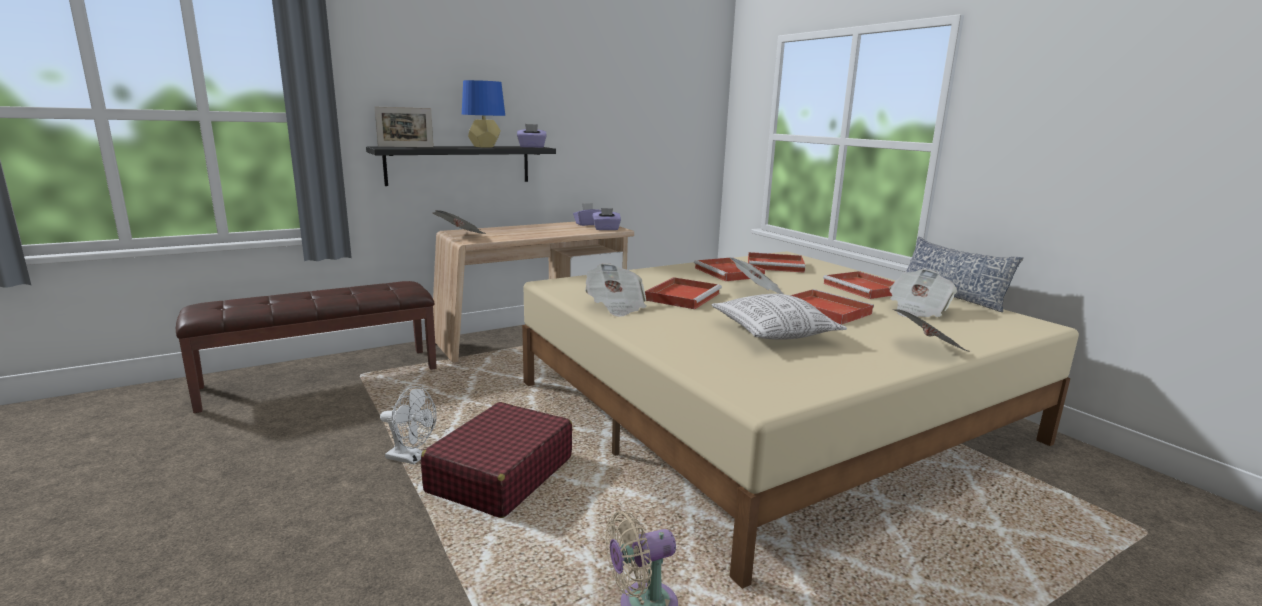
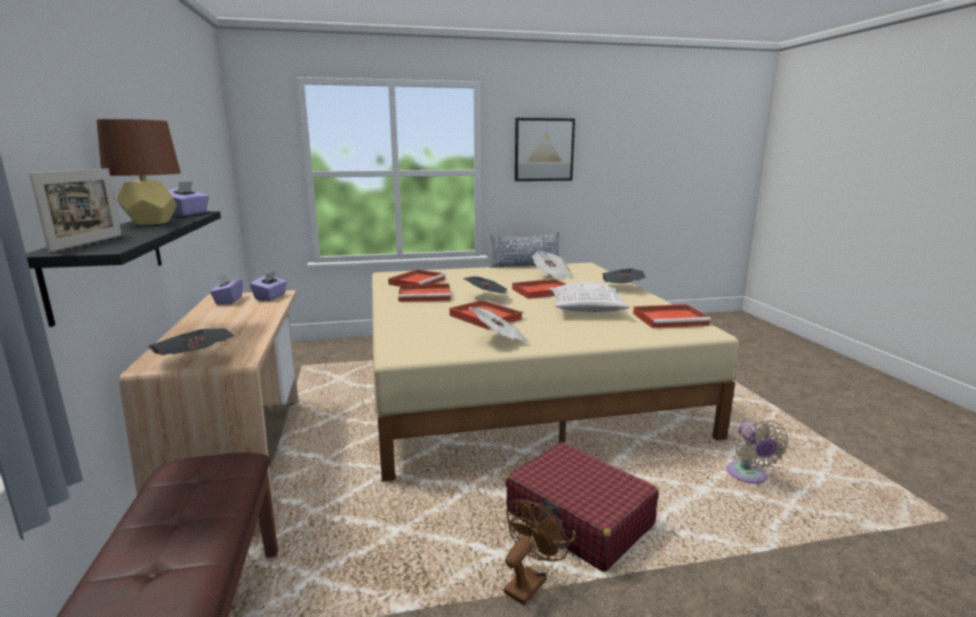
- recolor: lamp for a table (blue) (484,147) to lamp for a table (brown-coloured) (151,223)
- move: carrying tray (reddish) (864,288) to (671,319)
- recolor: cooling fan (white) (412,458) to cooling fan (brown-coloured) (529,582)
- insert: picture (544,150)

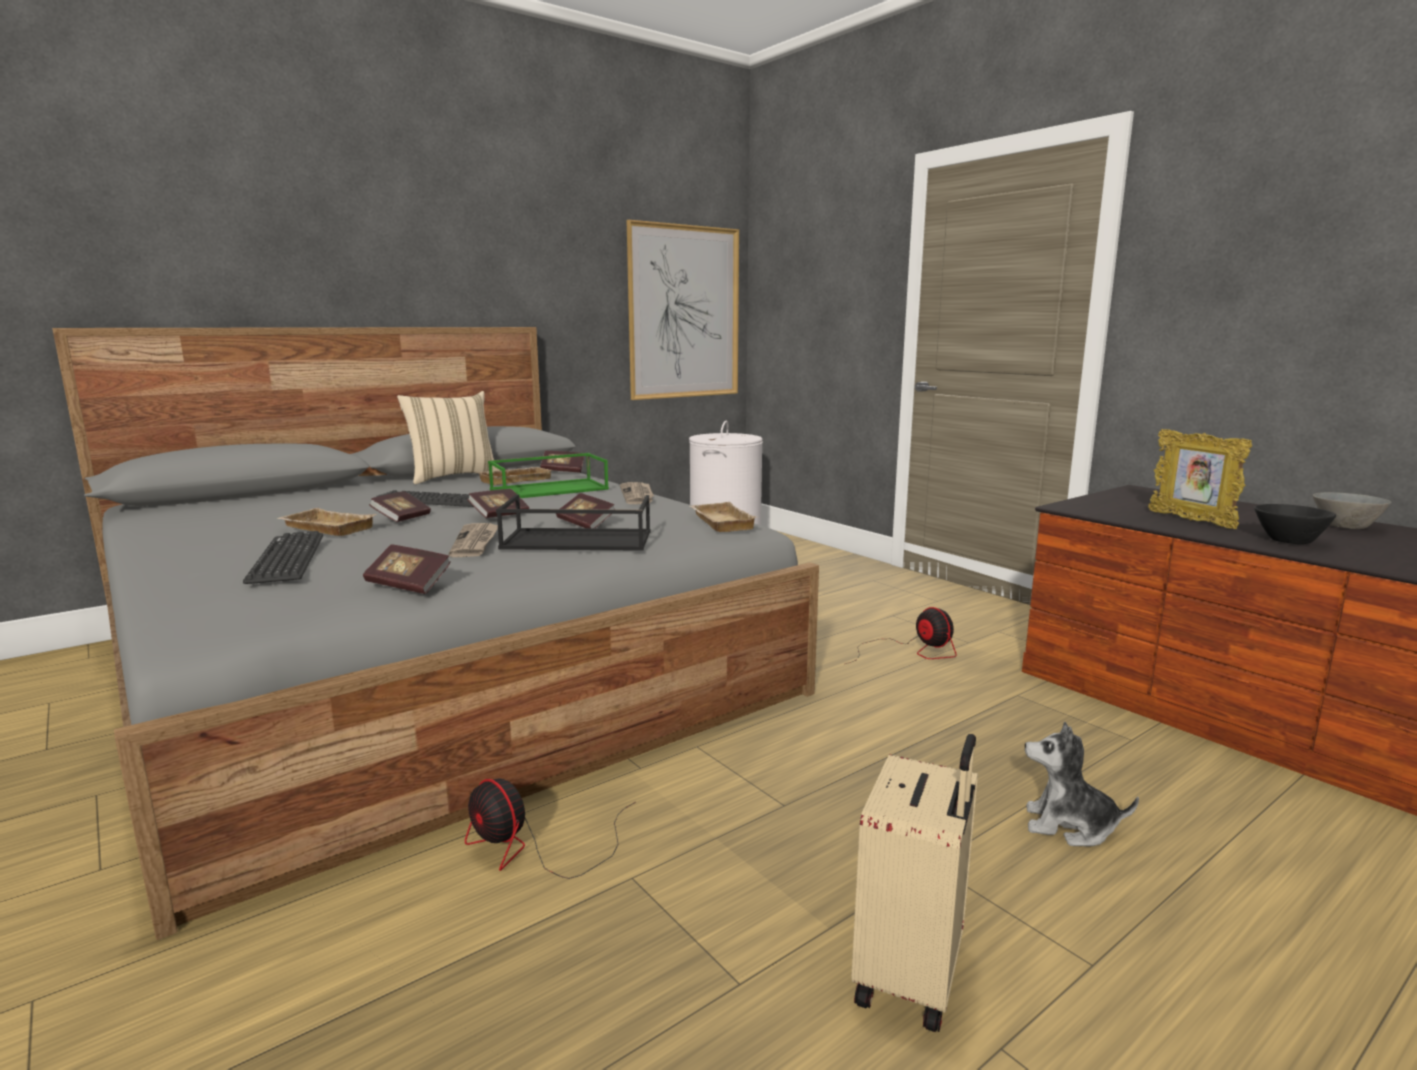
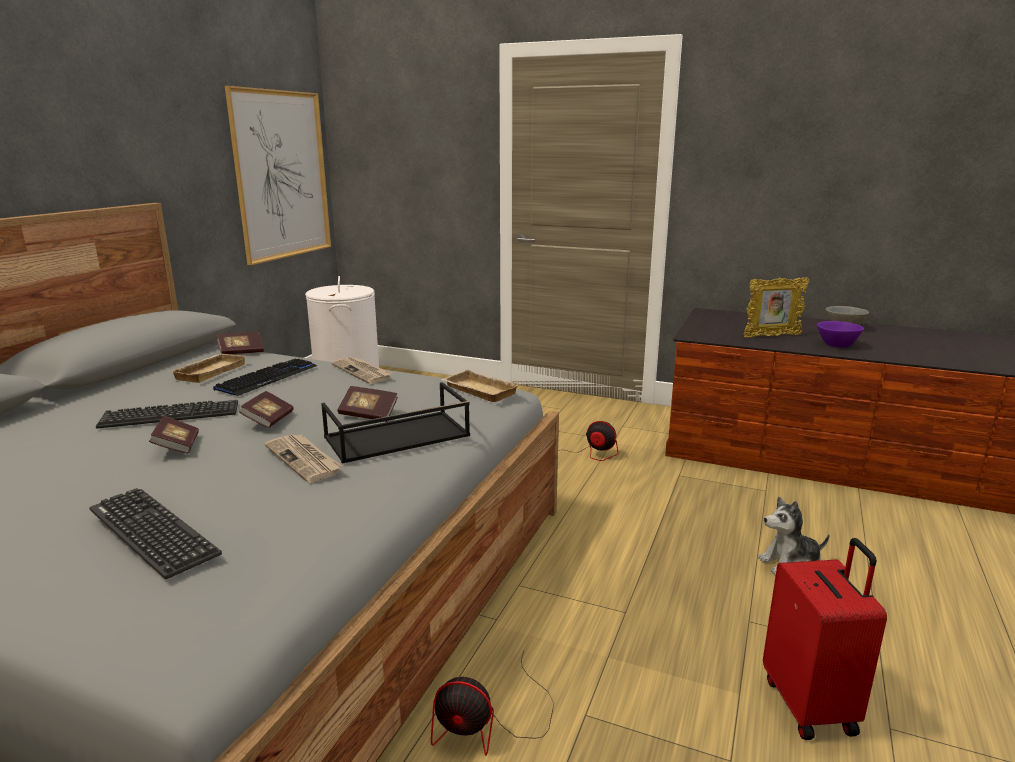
- delete: cushion (beige-coloured) (453,477)
- rotate: standing frame (1191,520) = (771,336) 45 degrees counterclockwise
- replace: carrying tray (greenish) (550,489) to PC keyboard (267,378)
- recolor: serving bowl (blackish) (1290,540) to serving bowl (purplish) (837,344)
- delete: carrying tray (beige-coloured) (325,528)
- delete: bound book (408,584)
- recolor: piece of luggage (beige-coloured) (912,976) to piece of luggage (reddish) (811,705)

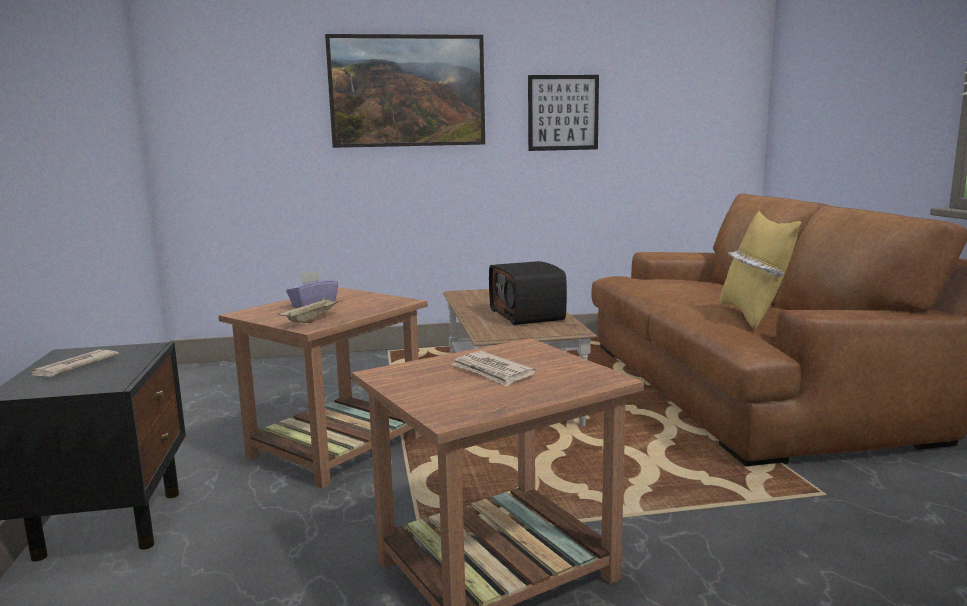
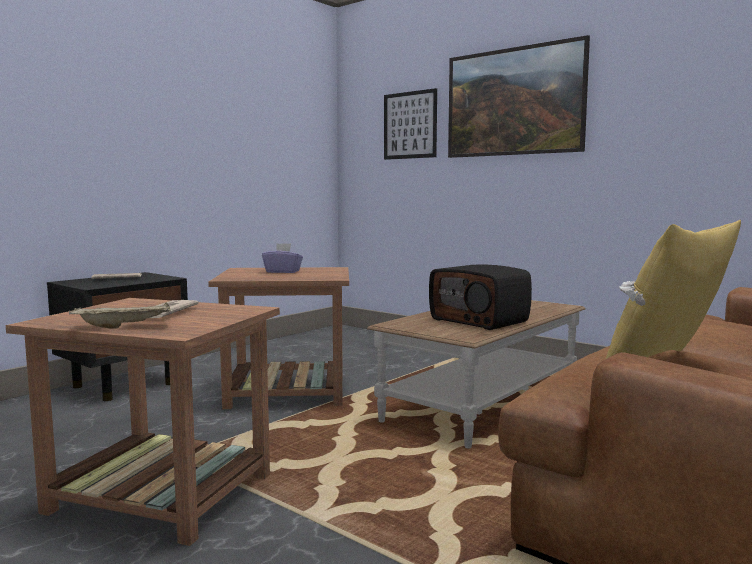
- move: picture (563,113) to (410,125)
- rotate: radio set (528,315) = (480,320) 75 degrees counterclockwise
- move: carrying tray (beige-coloured) (312,320) to (124,326)

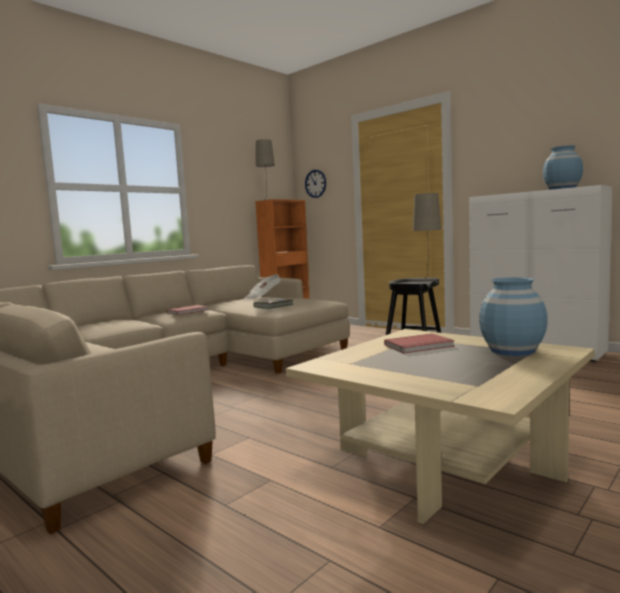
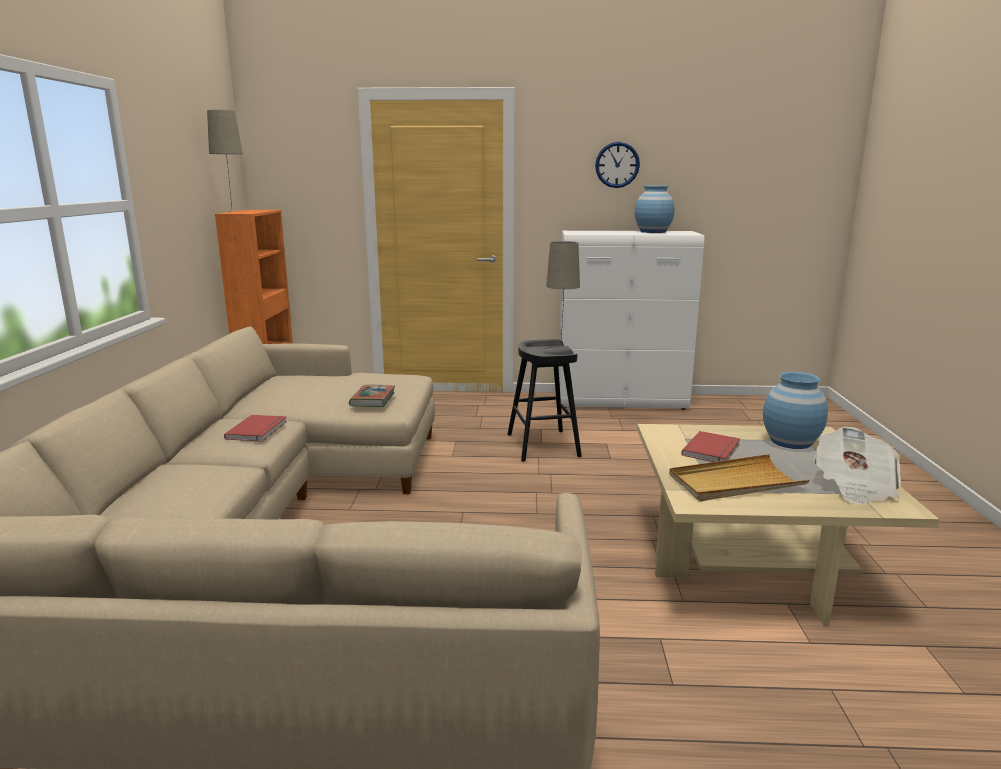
- move: hanging clock (315,183) to (617,165)
- move: newspaper (263,297) to (854,486)
- insert: carrying tray (beige-coloured) (735,483)

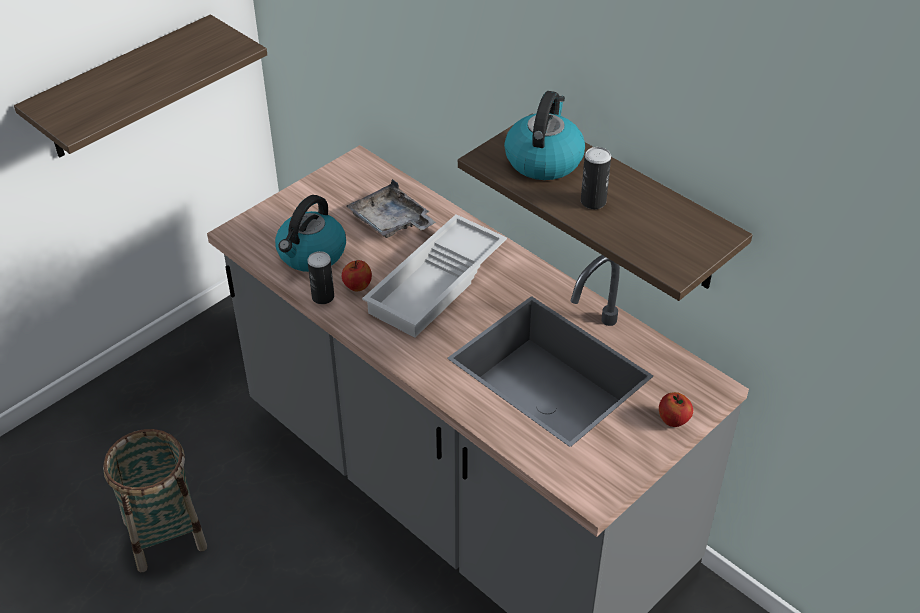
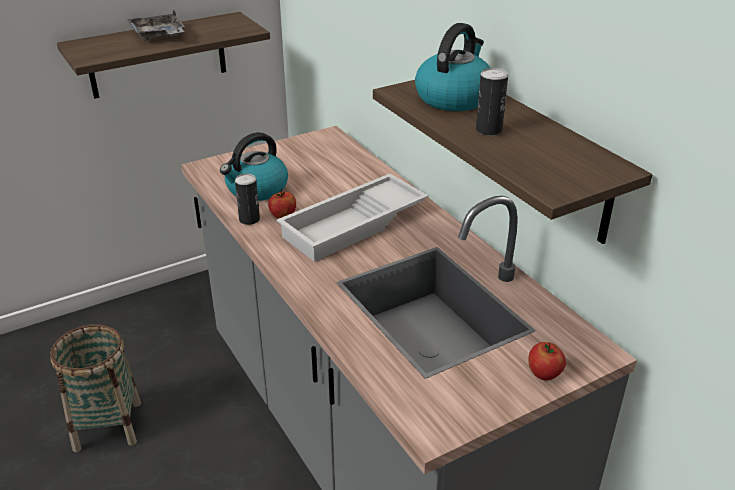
- move: carrying tray (grey) (391,222) to (159,36)

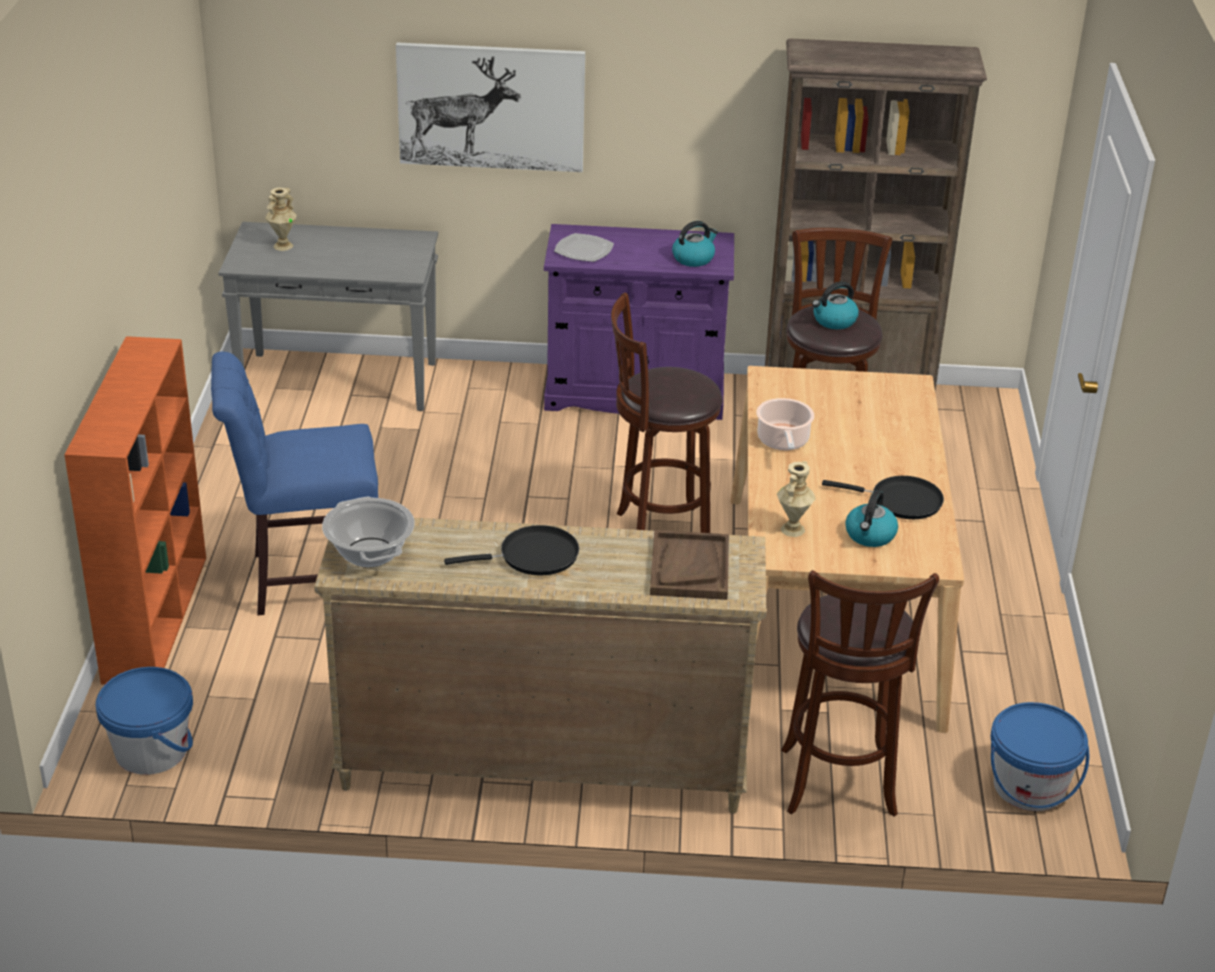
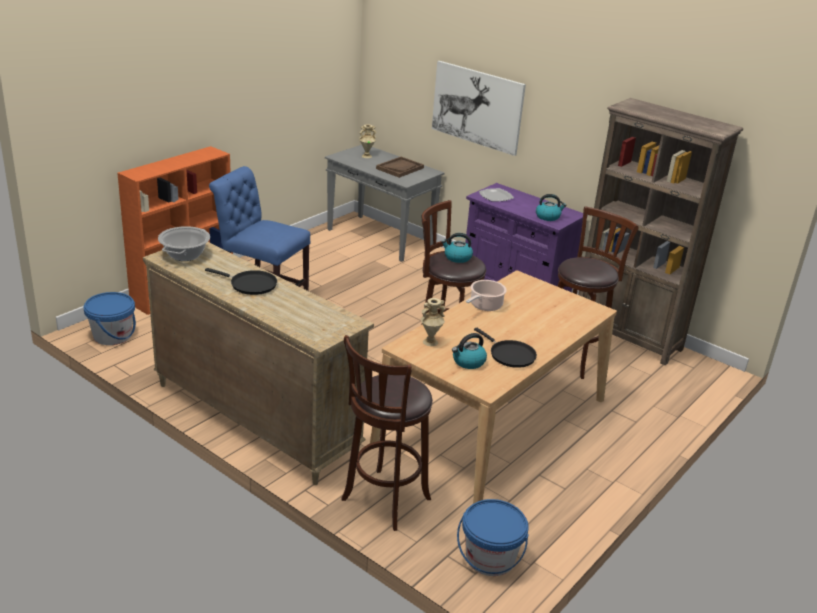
- move: tea kettle (834,321) to (457,257)
- move: carrying tray (brown-coloured) (689,567) to (400,168)

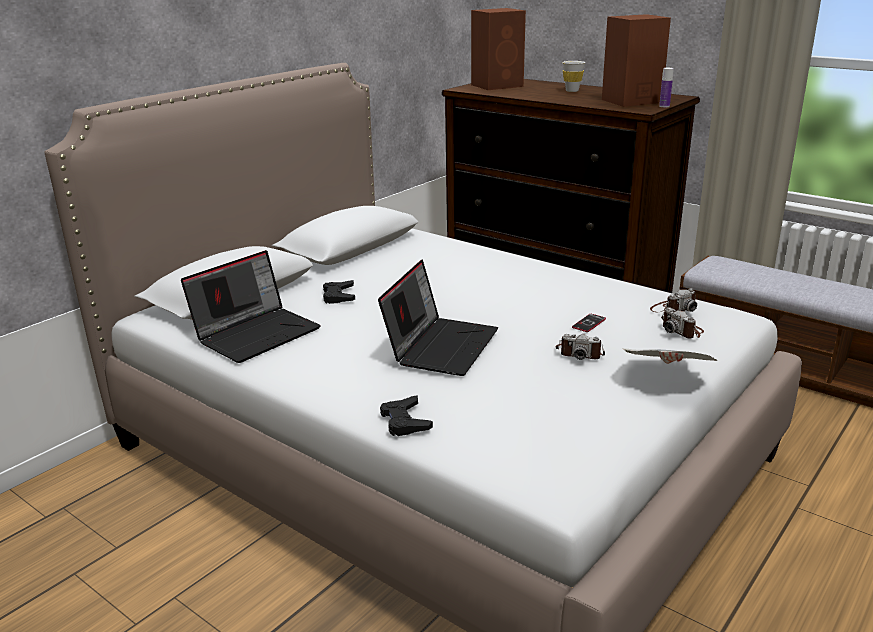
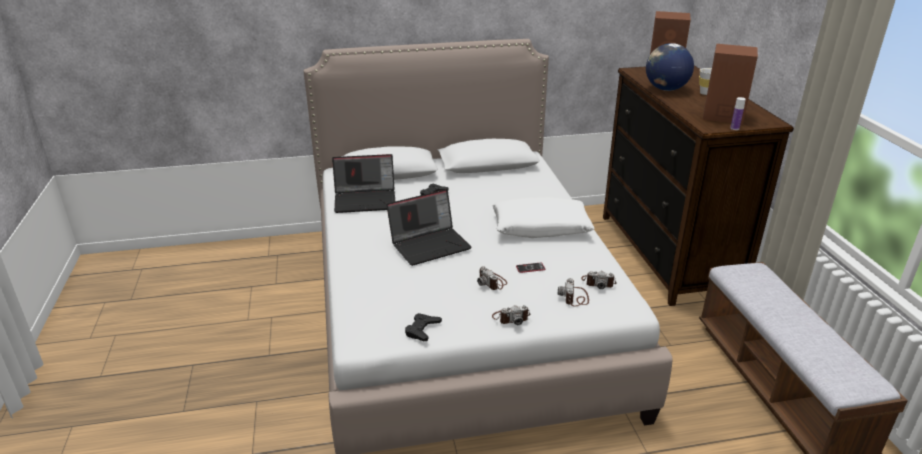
- replace: newspaper (666,377) to still camera (511,318)
- move: gamepad (blackish) (405,421) to (422,330)
- insert: world globe (665,89)
- insert: cushion (white) (541,227)

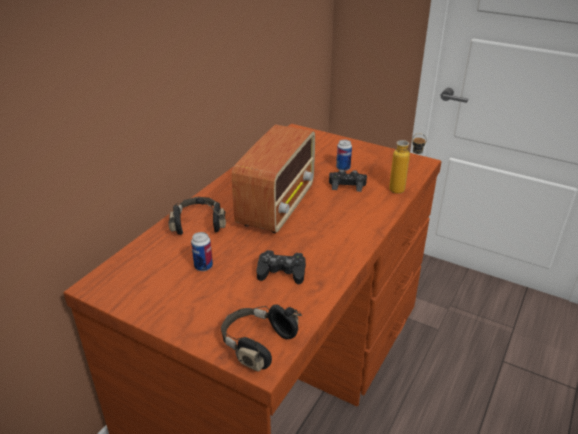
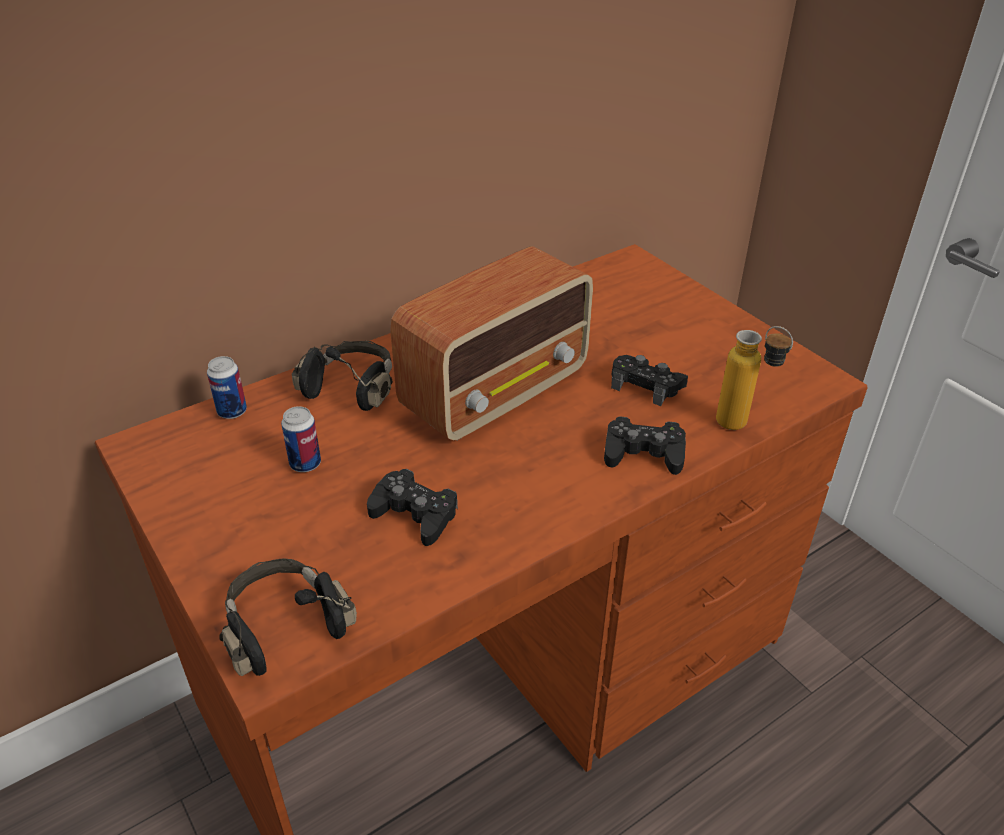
- move: can (343,168) to (232,411)
- insert: gamepad (blackish) (643,453)

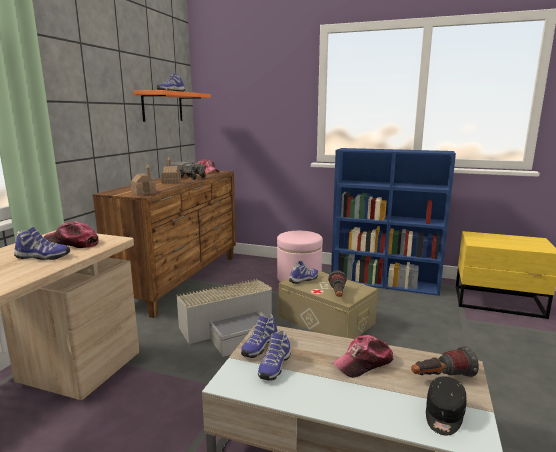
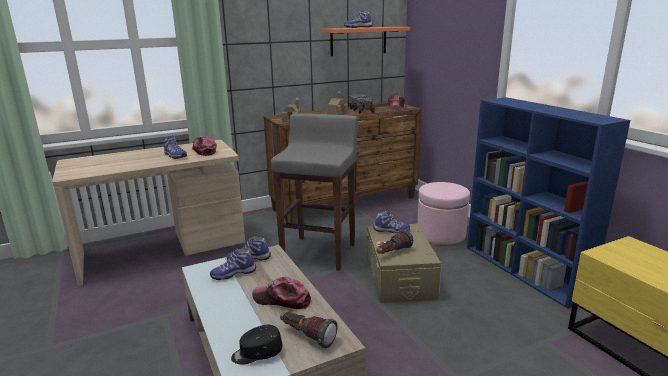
- replace: storage bin (grey) (231,329) to sitting stool (grey) (319,252)

